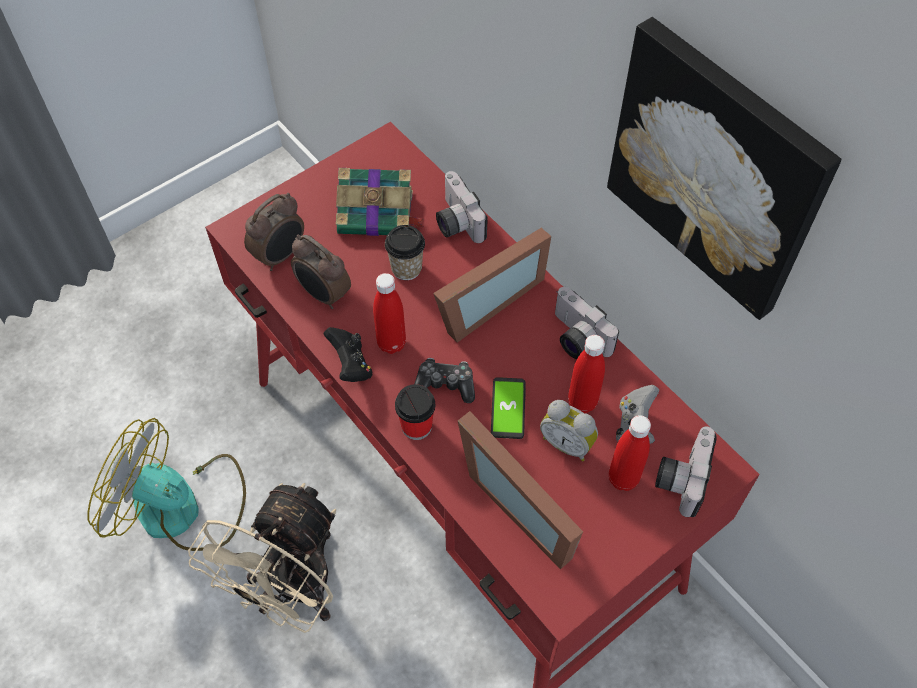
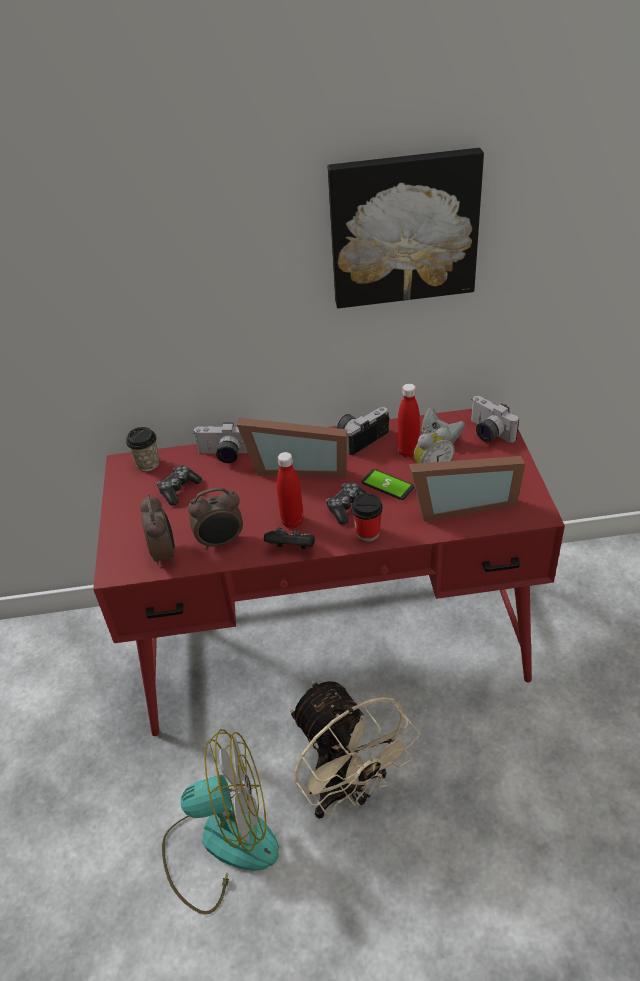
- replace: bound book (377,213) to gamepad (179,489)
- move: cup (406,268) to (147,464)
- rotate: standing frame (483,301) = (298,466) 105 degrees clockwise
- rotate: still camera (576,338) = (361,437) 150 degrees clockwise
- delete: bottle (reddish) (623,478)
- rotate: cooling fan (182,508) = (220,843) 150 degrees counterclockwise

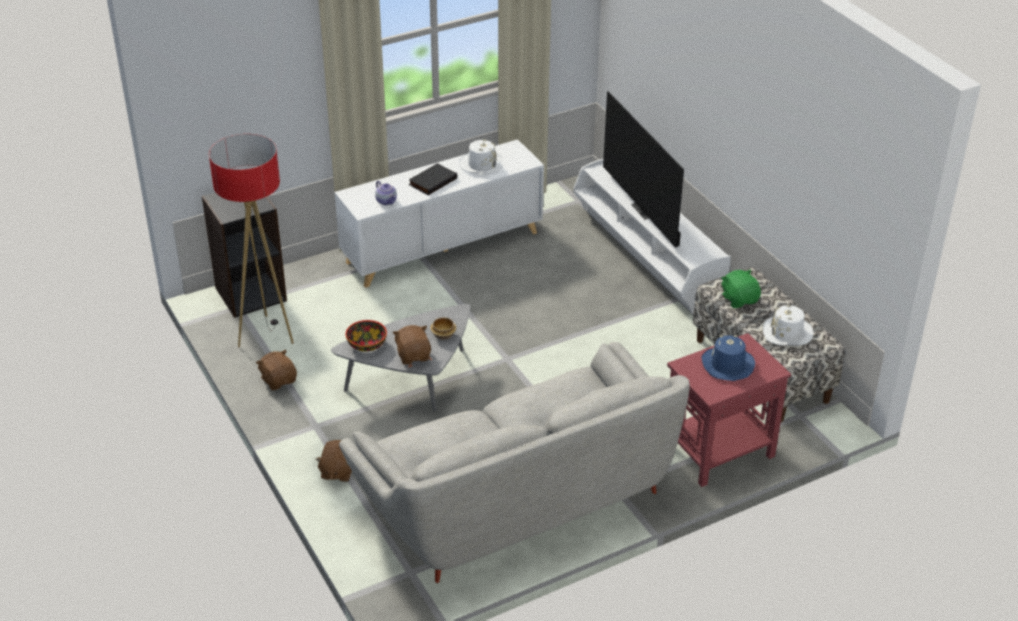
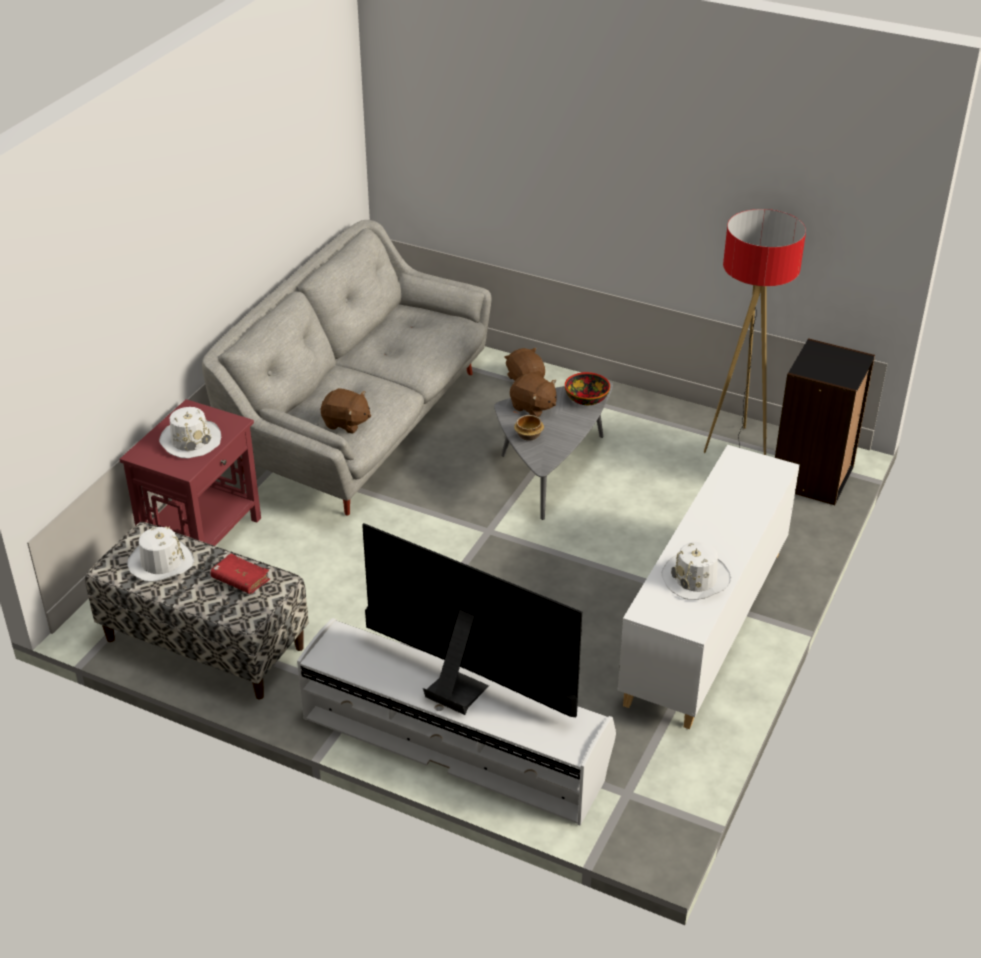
- delete: bound book (blackish) (432,181)
- delete: pot for tea (387,201)
- replace: soft toy (greenish) (739,299) to bound book (reddish) (240,580)
- recolor: wearable hat (blue) (727,365) to wearable hat (white) (190,440)
- move: soft toy (brown-coloured) (279,380) to (346,423)

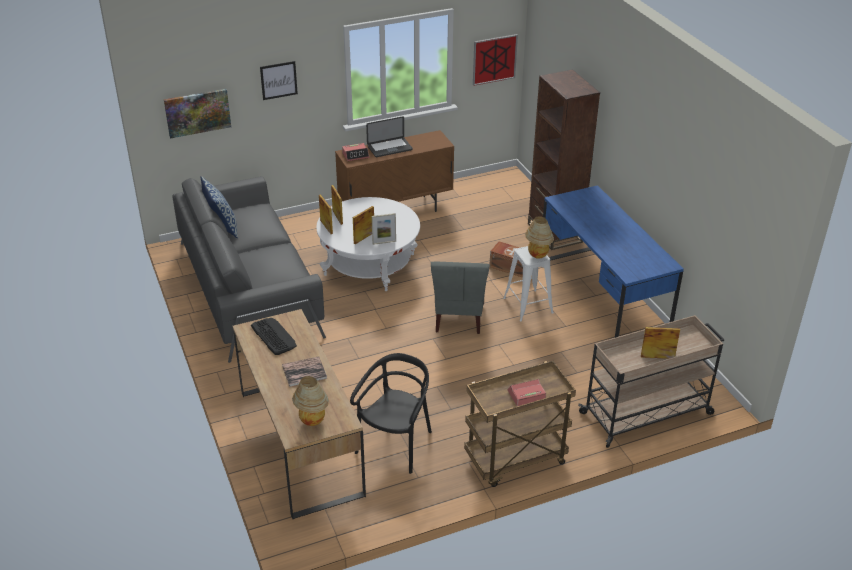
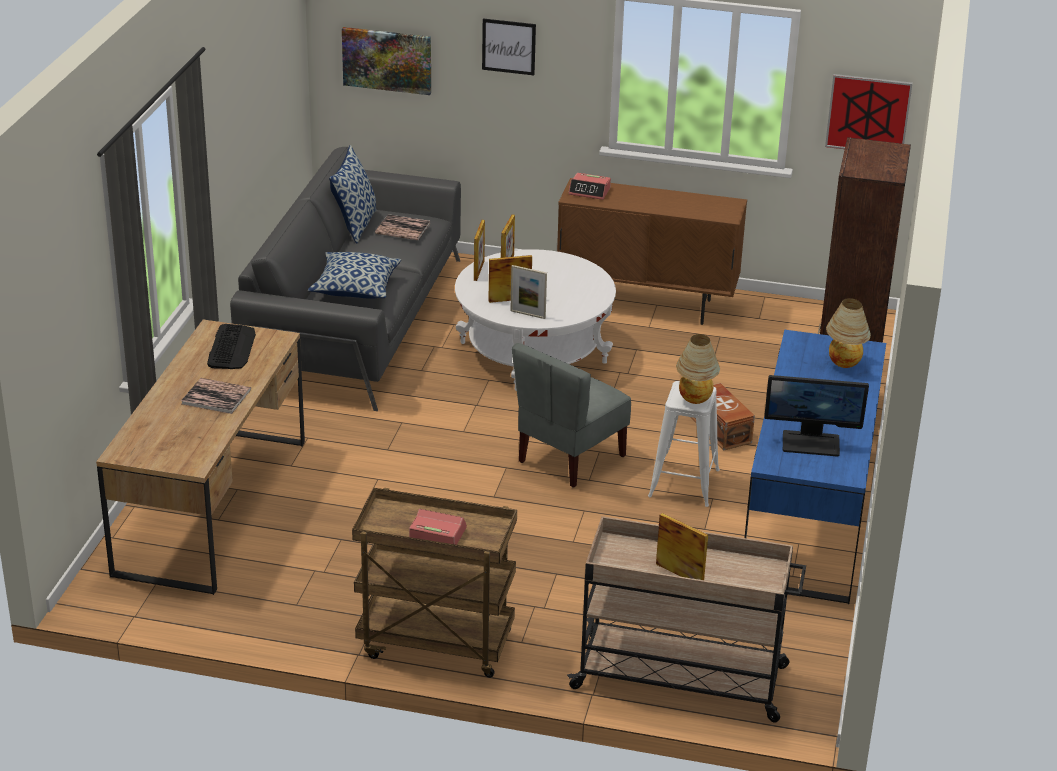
- delete: laptop (389,148)
- delete: chair (blackish) (395,444)
- move: lamp for a table (312,421) to (843,364)
- insert: bound book (402,229)
- insert: cushion (355,287)
- insert: computer display (811,443)

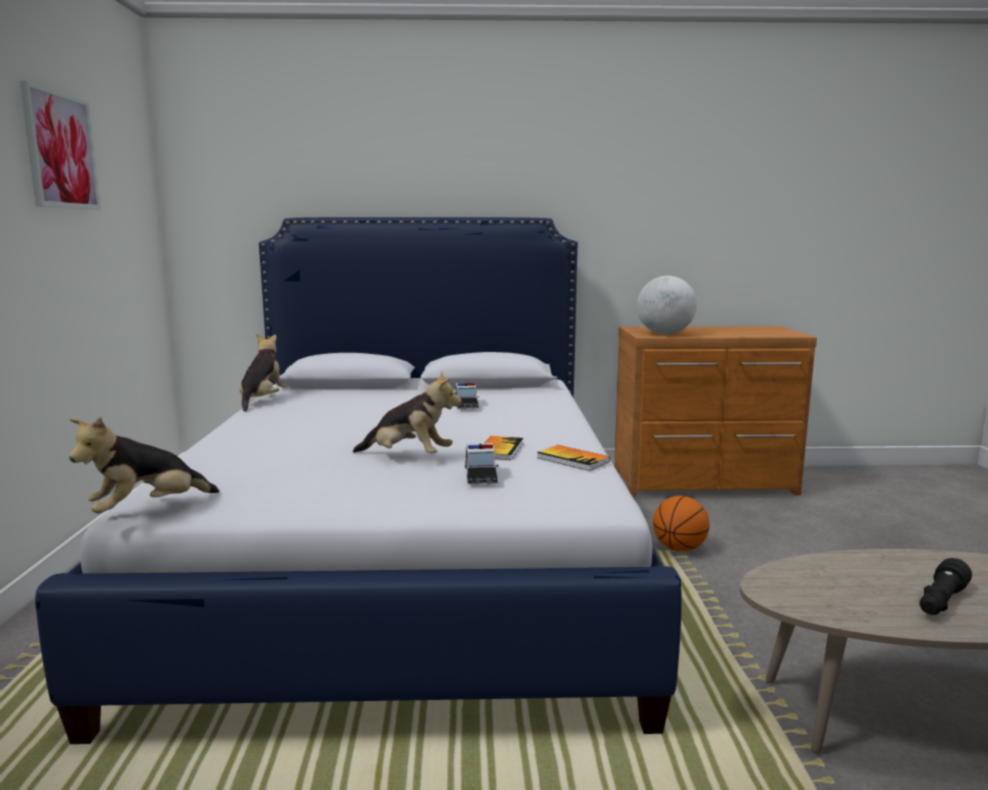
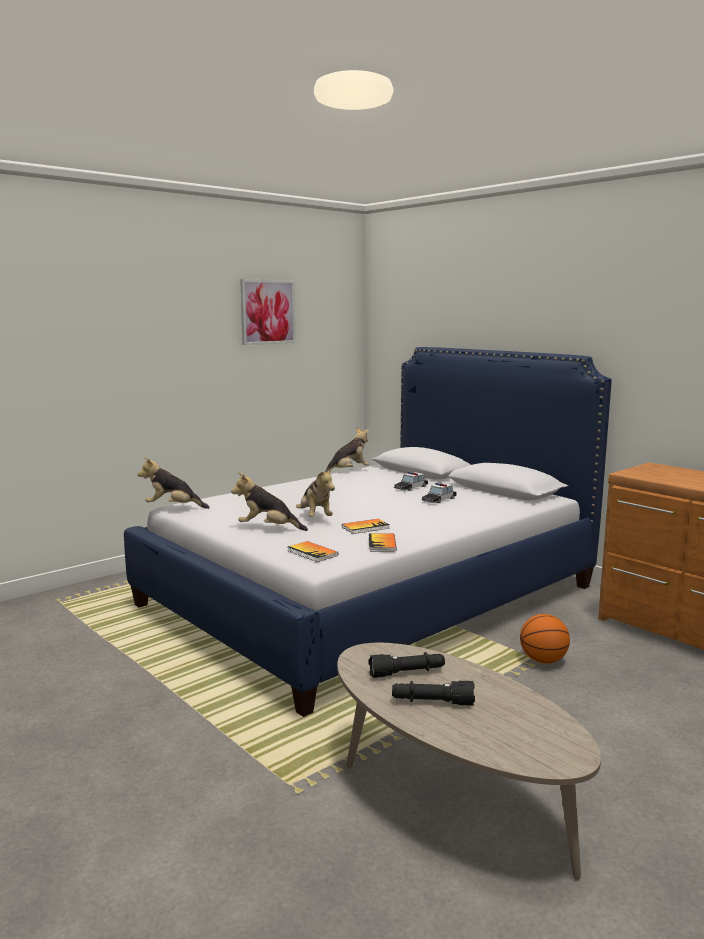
- delete: world globe (665,334)
- move: toy car (480,475) to (411,488)
- insert: soft toy (268,528)
- insert: bound book (312,553)
- insert: hand torch (blackish) (407,673)

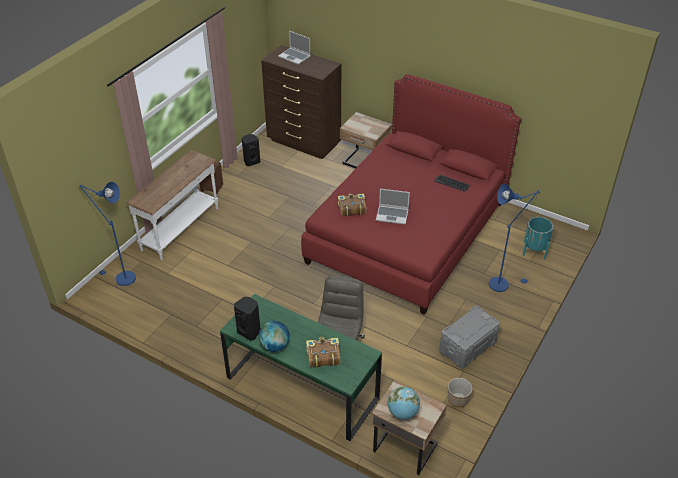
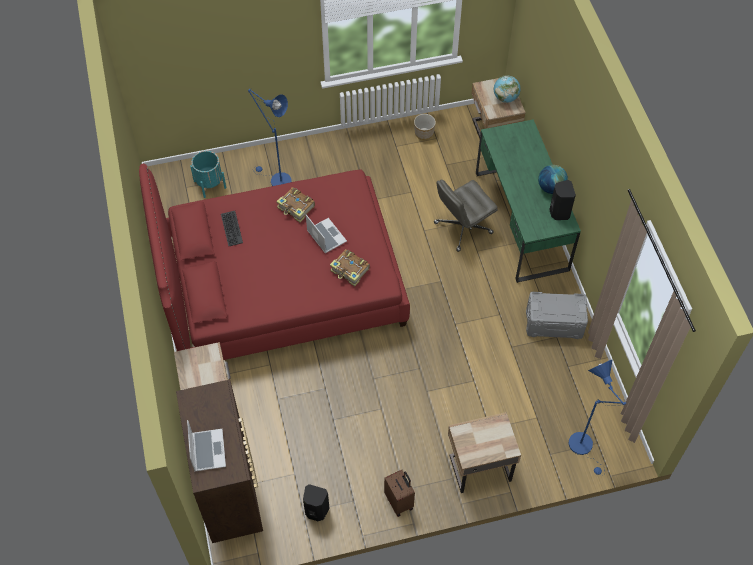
- replace: narrow table (white) (181,229) to nightstand (beige-coloured) (479,467)
- move: storage bin (grey) (467,346) to (554,324)
- move: bound book (323,356) to (296,208)

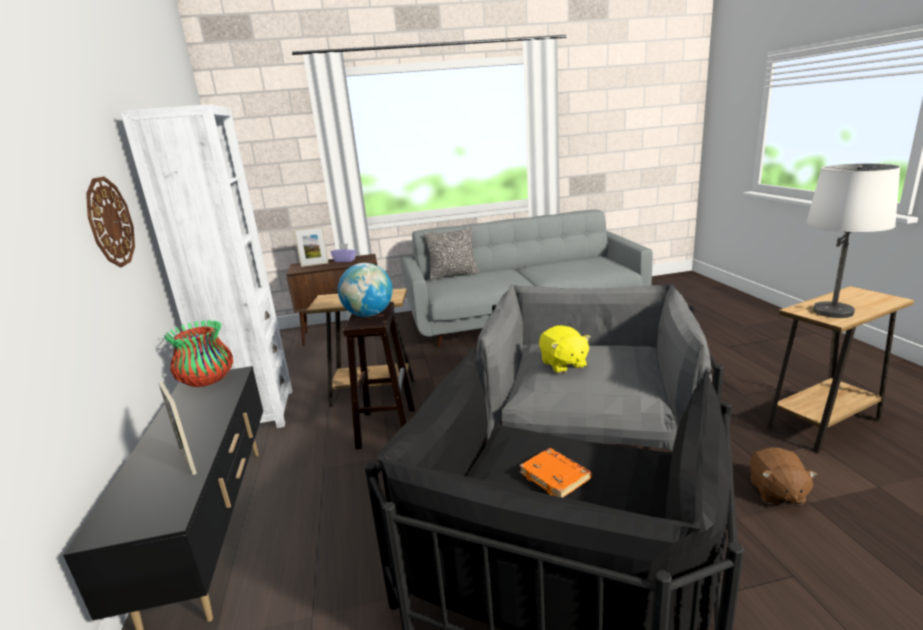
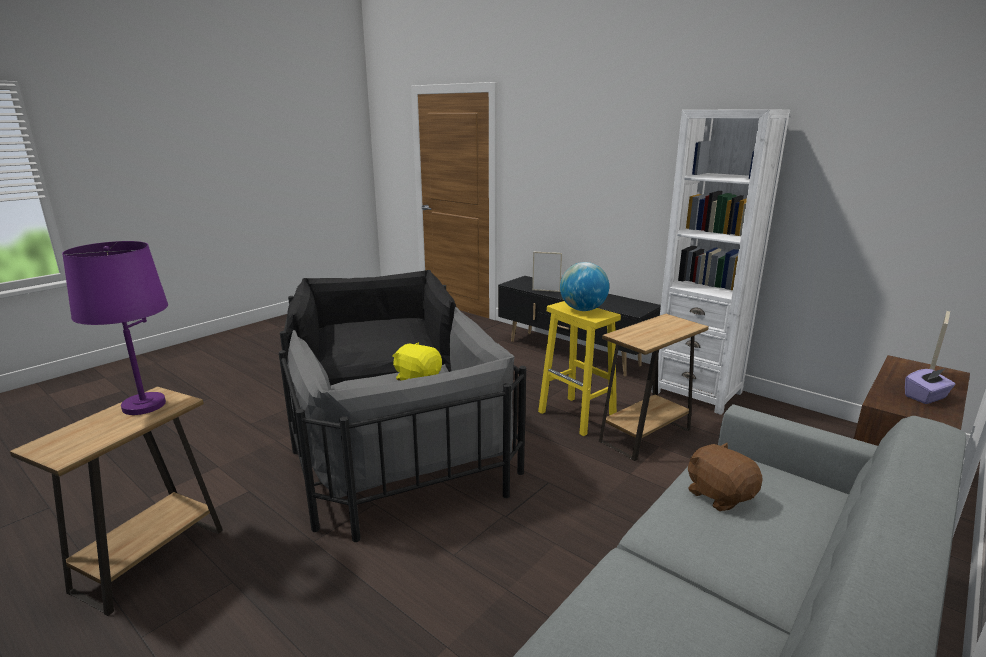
- recolor: lamp for a table (white) (832,311) to lamp for a table (purplish) (144,406)
- delete: hanging clock (110,222)
- delete: cushion (453,275)
- recolor: sitting stool (brown-coloured) (386,427) to sitting stool (yellow) (578,416)
- delete: flower vase (206,380)
- move: soft toy (brown-coloured) (776,492) to (719,495)
- delete: bound book (orange-coloured) (556,477)

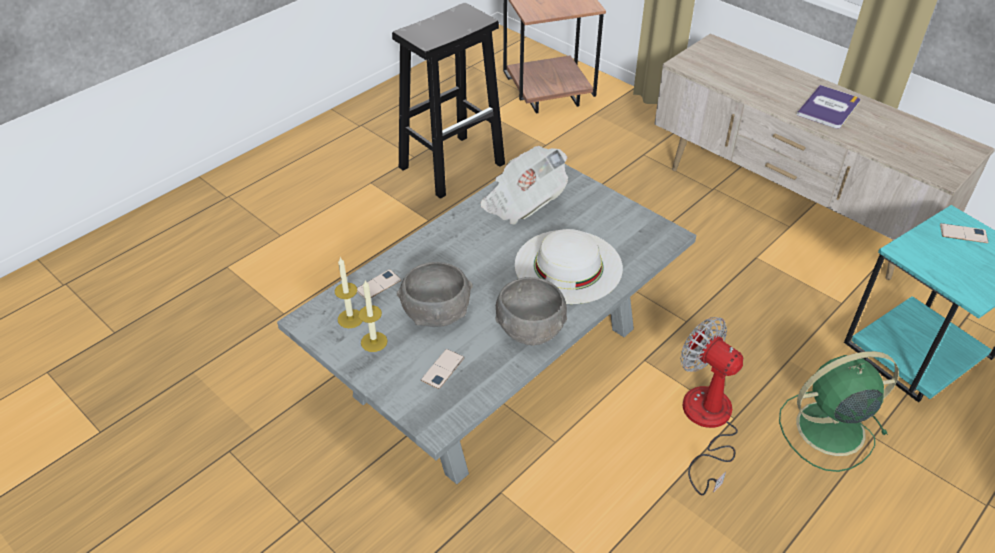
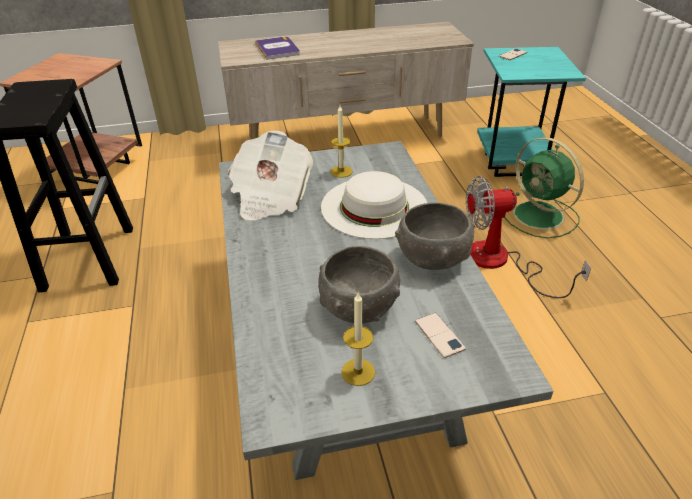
- move: bound book (828,108) to (277,49)
- move: wax light (350,318) to (341,171)
- delete: phone (378,285)
- rotate: cooling fan (greenish) (827,429) = (540,216) 60 degrees counterclockwise

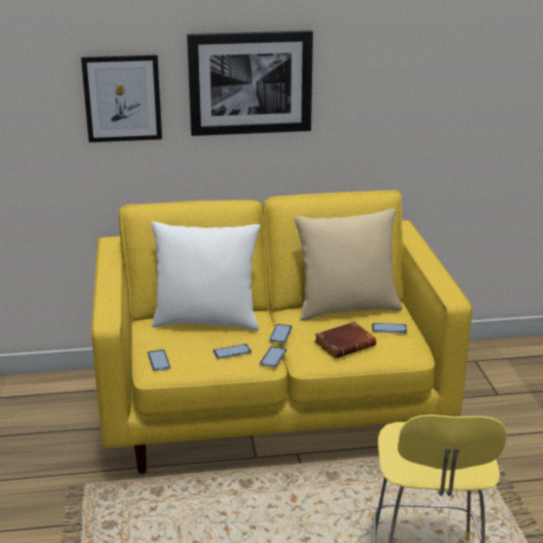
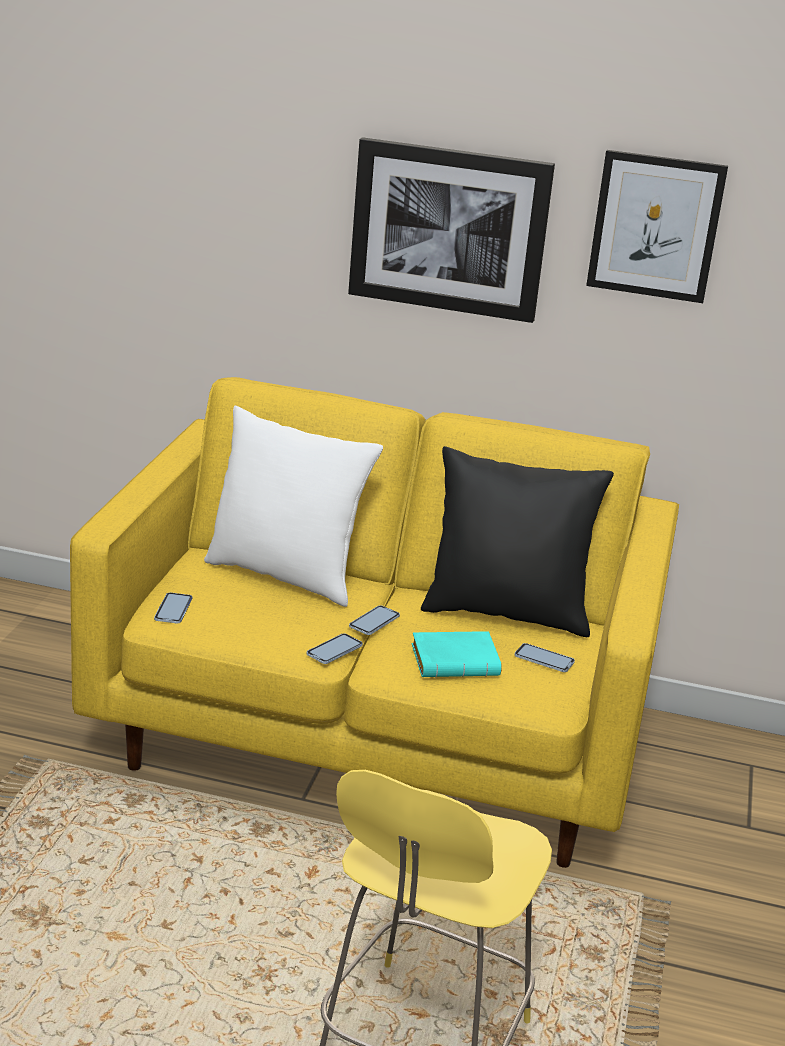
- move: picture (122,98) to (655,226)
- recolor: cushion (beige-coloured) (347,308) to cushion (blackish) (506,613)
- recolor: bound book (brown-coloured) (345,344) to bound book (turquoise-coloured) (456,661)
- delete: phone (232,352)

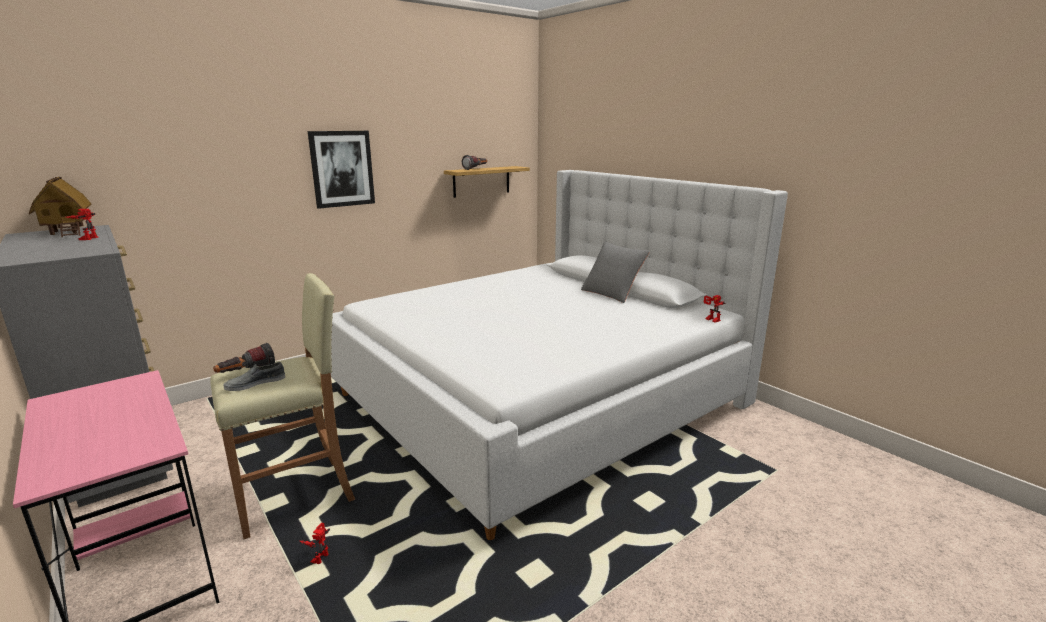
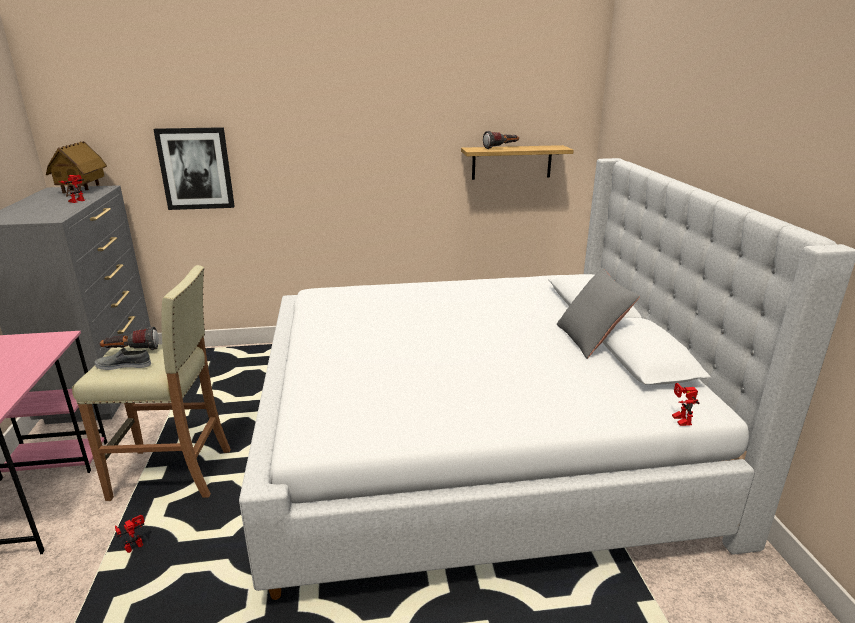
- move: picture (342,168) to (196,168)

